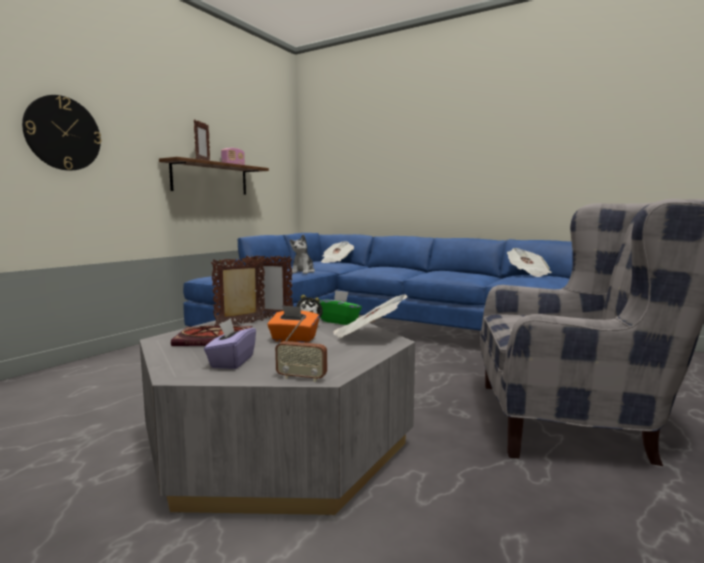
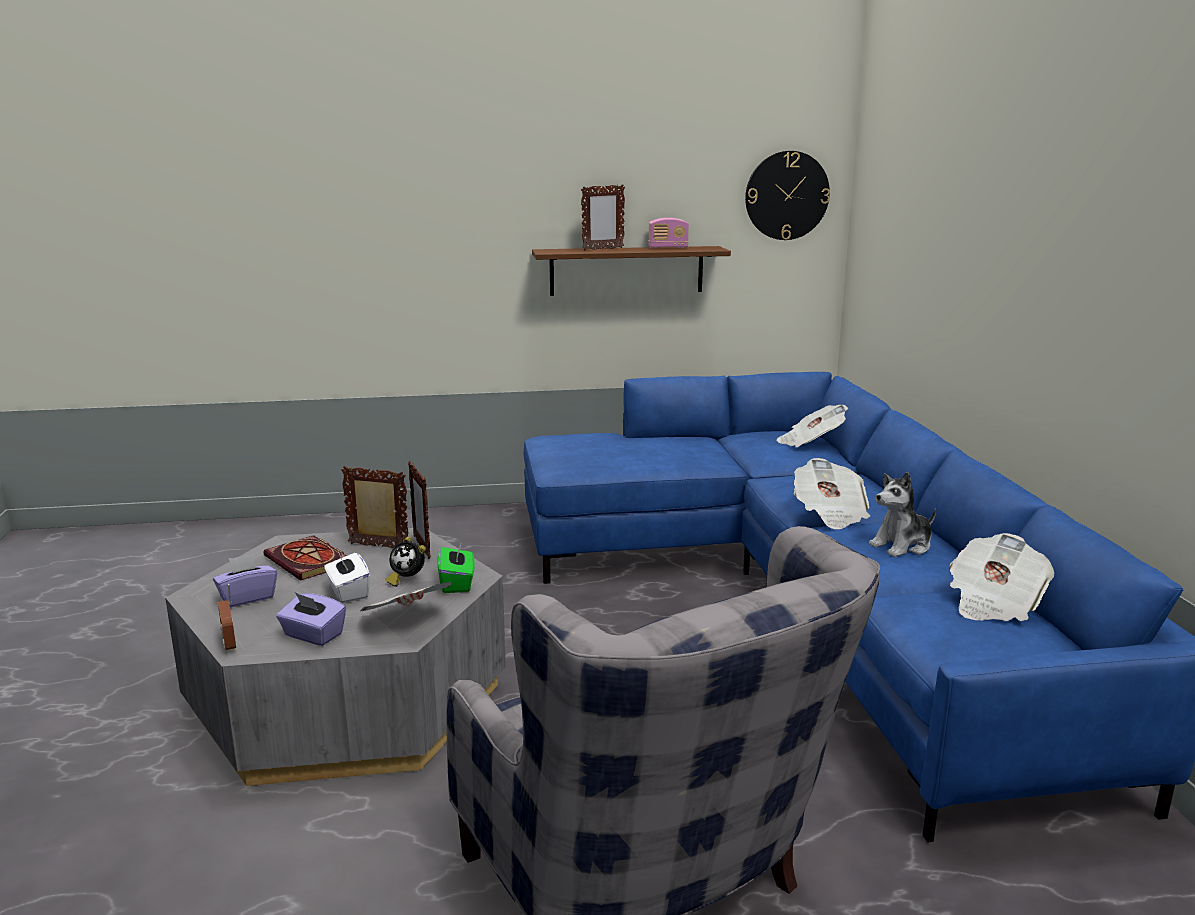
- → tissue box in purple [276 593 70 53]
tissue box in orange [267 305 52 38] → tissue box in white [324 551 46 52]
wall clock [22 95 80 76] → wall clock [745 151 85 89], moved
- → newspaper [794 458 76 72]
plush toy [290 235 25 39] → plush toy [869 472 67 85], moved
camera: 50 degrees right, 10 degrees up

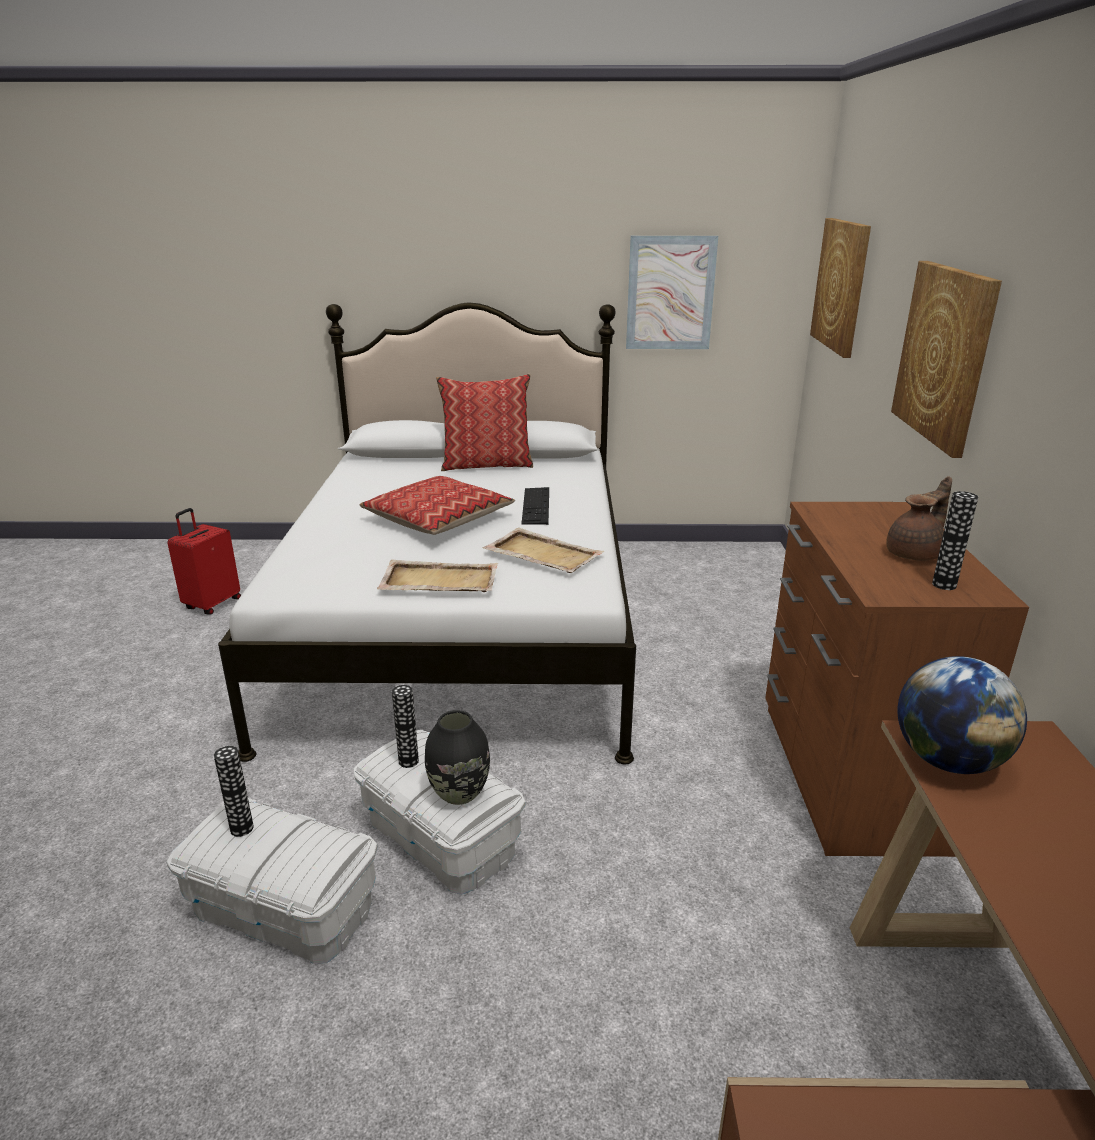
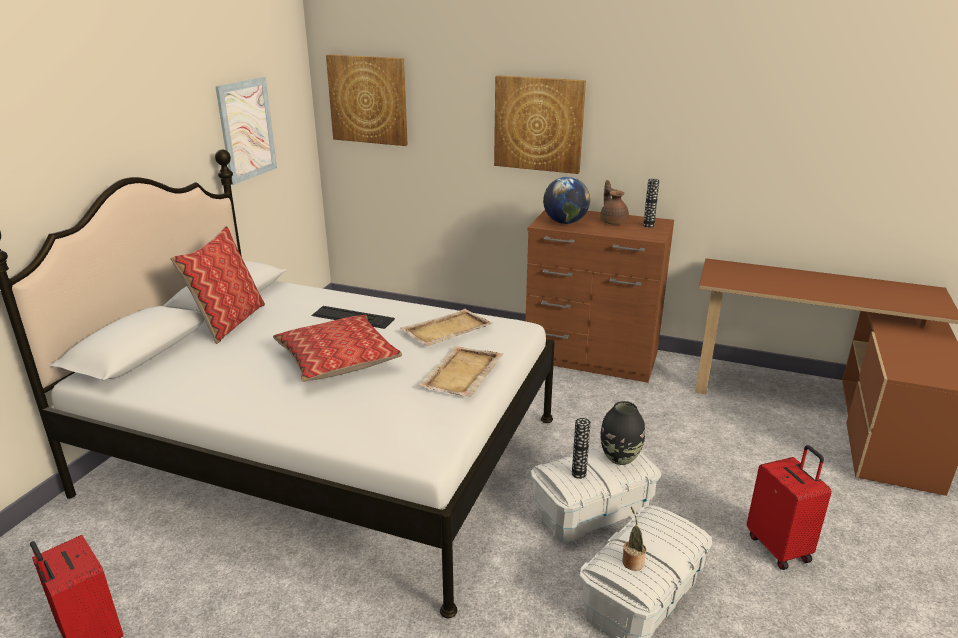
globe [897 656 130 118] → globe [543 177 47 47], moved
vase [214 746 40 91] → potted plant [622 507 24 64]
- → suitcase in red [747 445 84 125]
camera: 70 degrees left, 0 degrees up

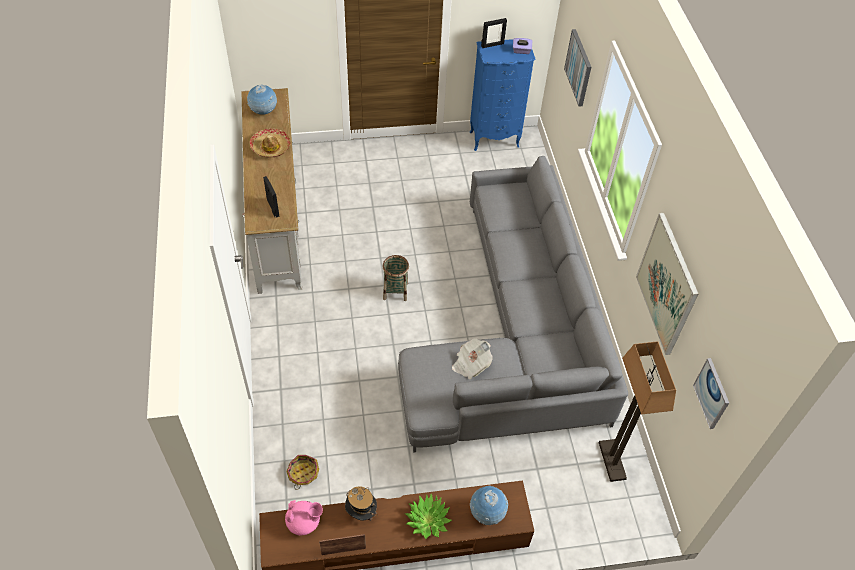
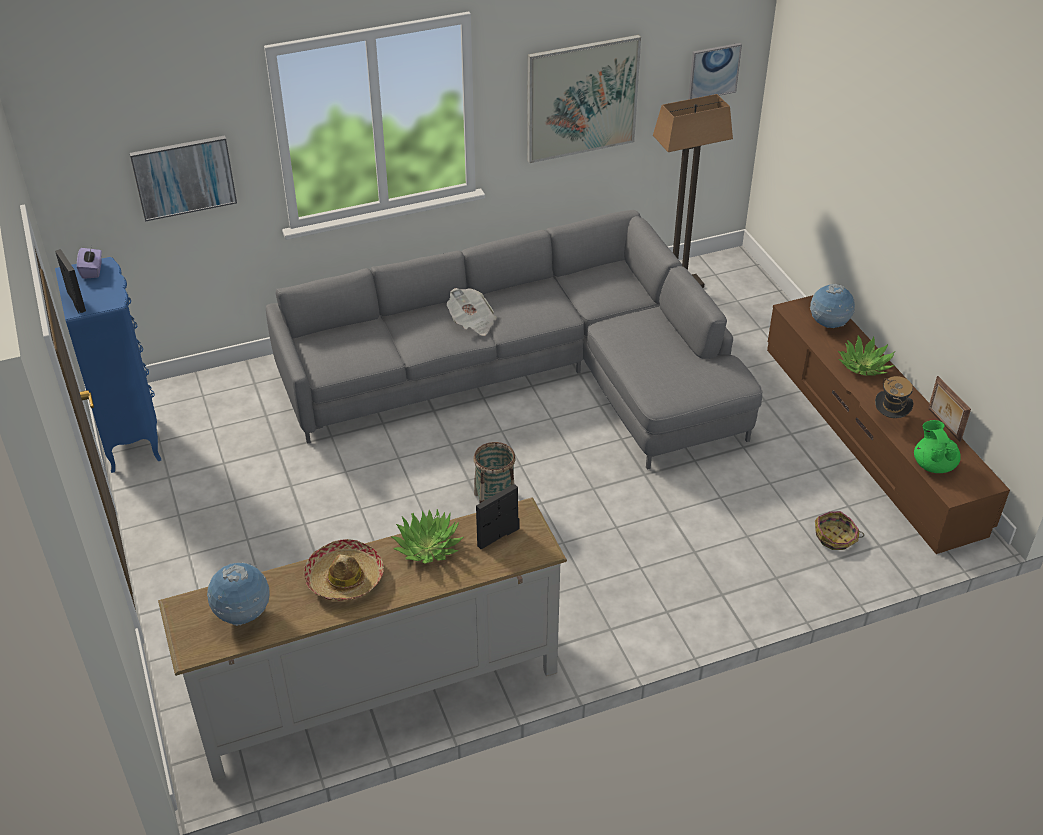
- → potted plant [391 509 73 55]
newspaper [452 338 41 41] → newspaper [447 288 50 48], moved
teapot in pink [285 500 38 36] → teapot in green [914 420 47 53]
camera: 100 degrees left, 10 degrees down

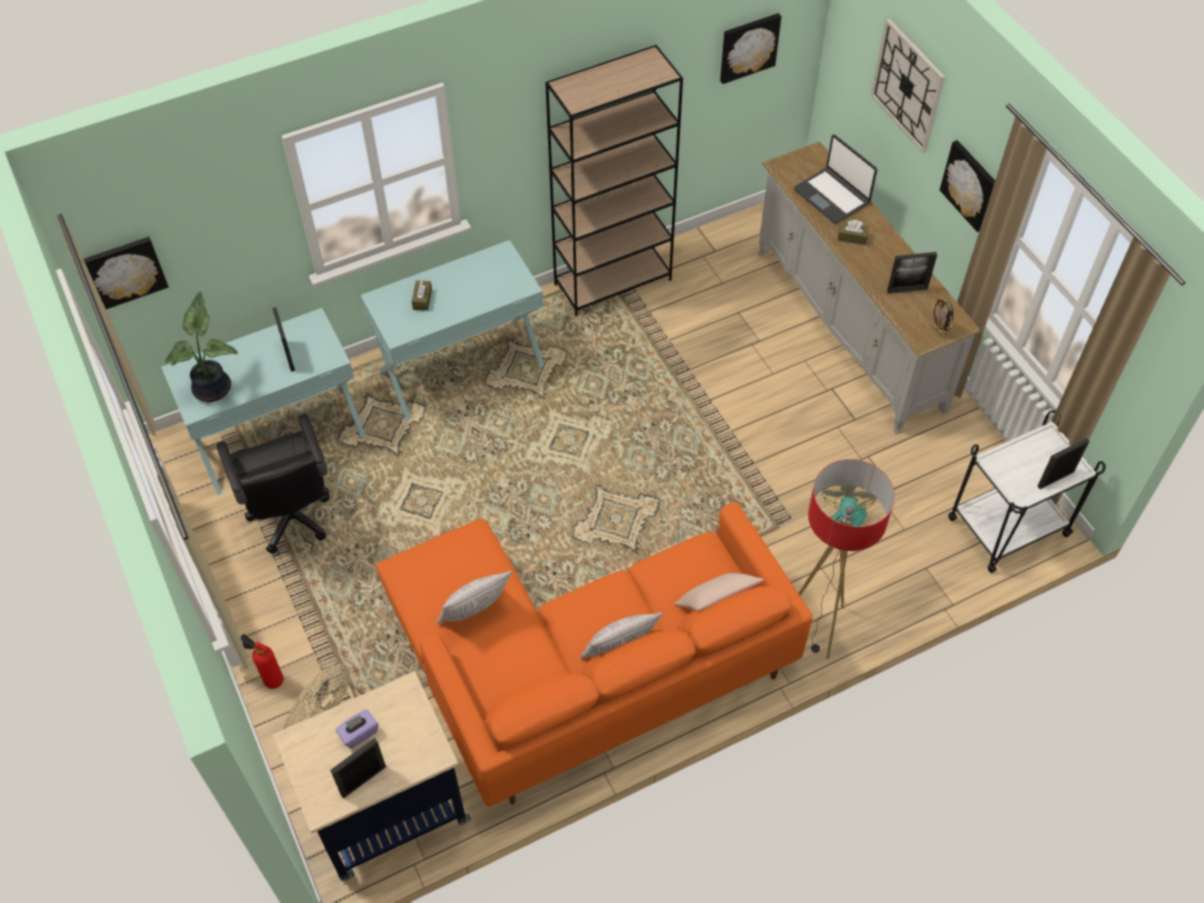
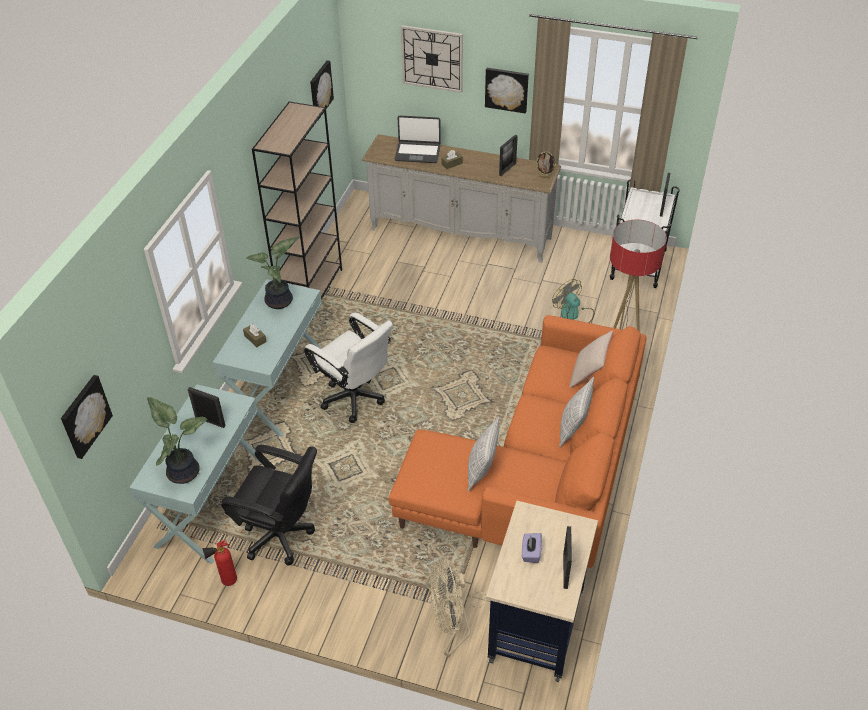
fire extinguisher [240 634 44 55] → fire extinguisher [202 540 35 46], moved
- → potted plant [246 236 55 73]
- → office chair in white [304 313 89 110]
camera: 45 degrees left, 10 degrees down

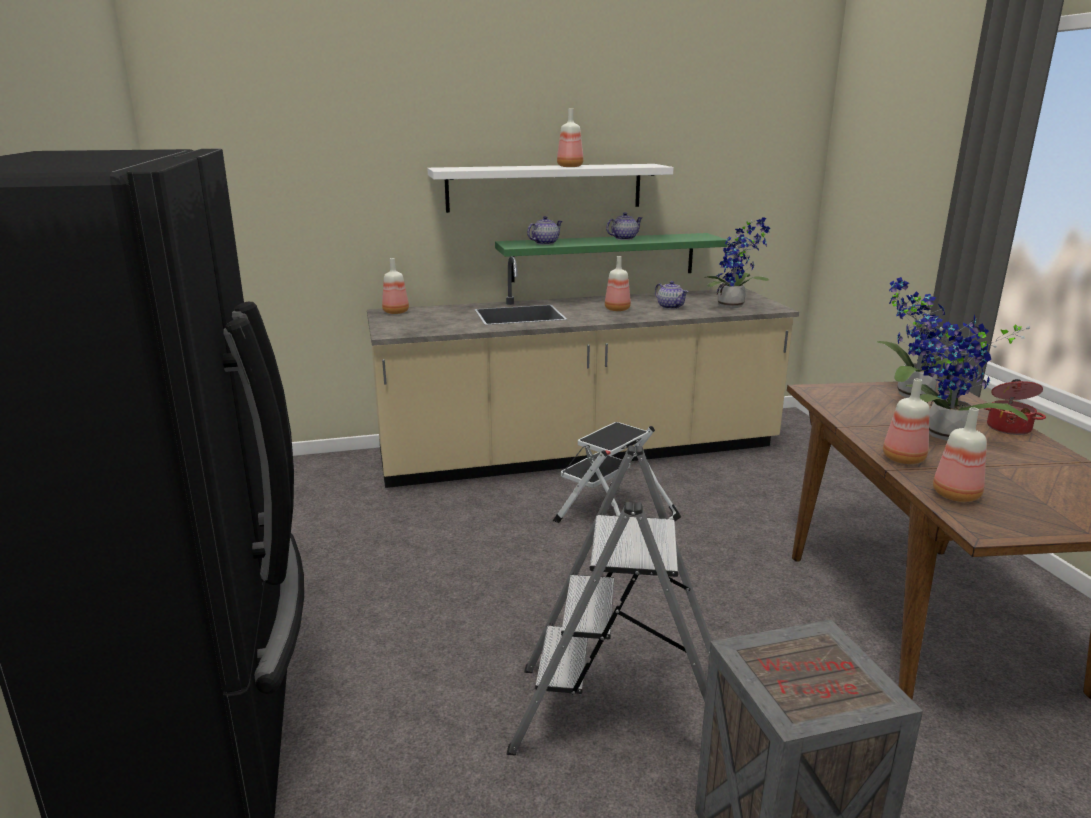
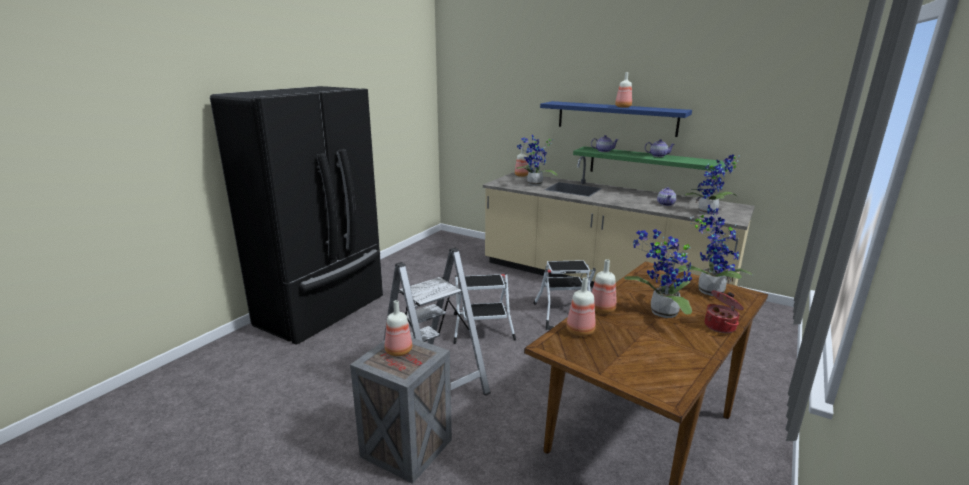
bottle [605 256 26 55] → bottle [385 300 27 56], moved
- → step ladder [453 273 63 71]
- → potted plant [516 134 42 52]
shelf in white [427 164 247 49] → shelf in blue [540 101 152 36]
camera: 45 degrees right, 0 degrees up

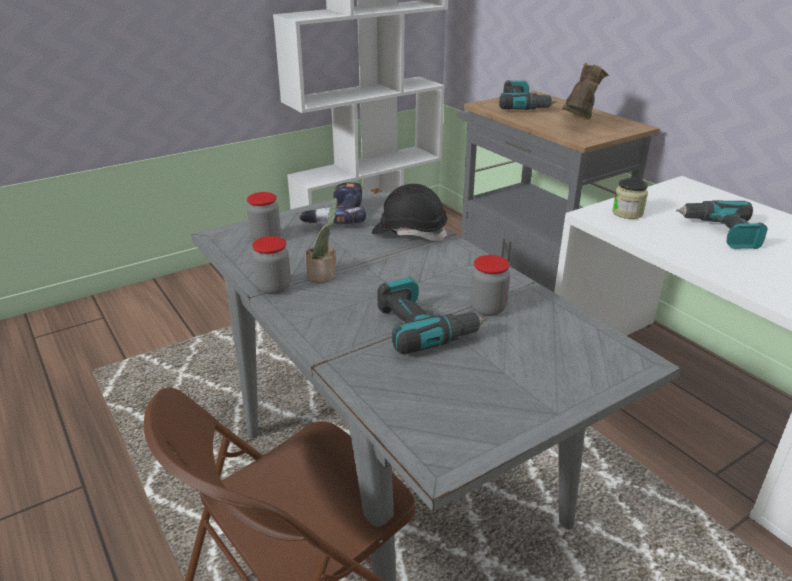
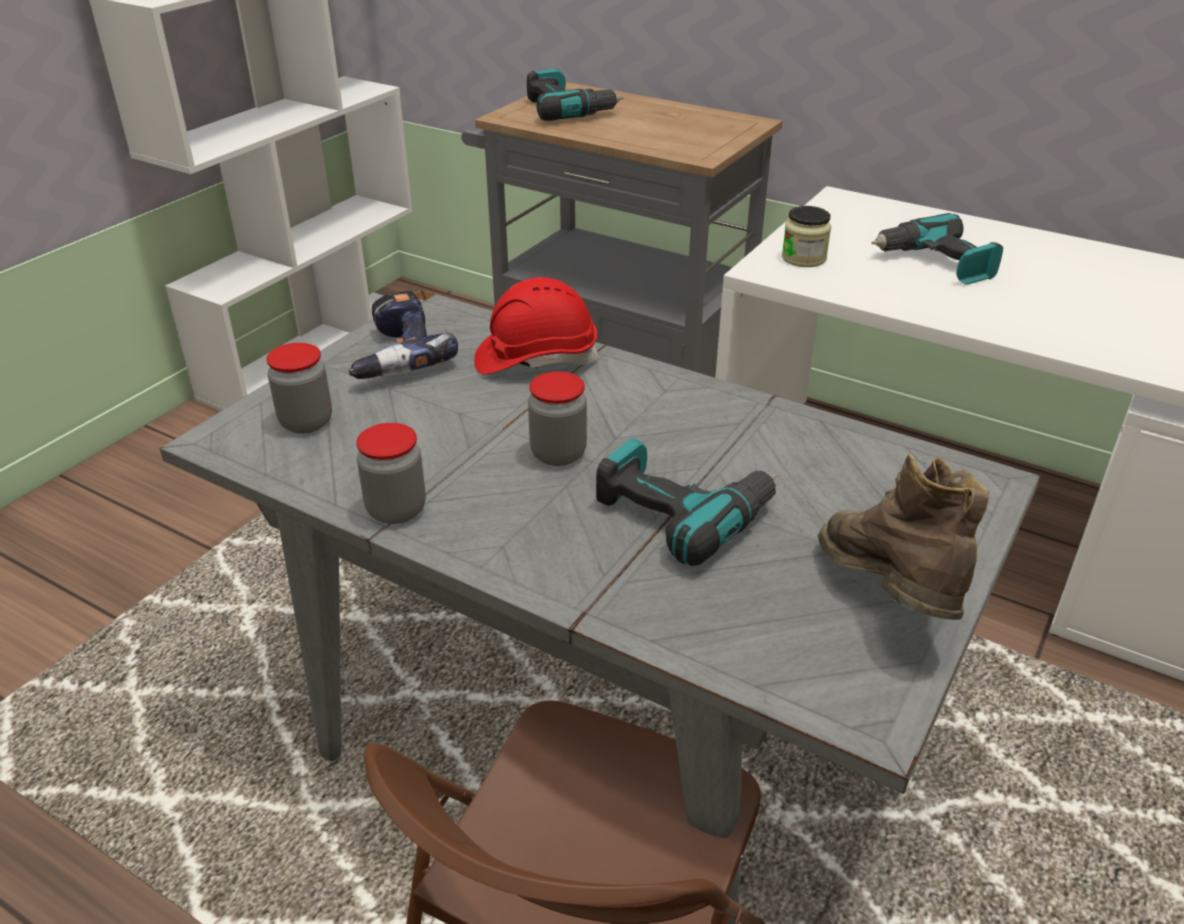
hard hat in black [372 184 76 57] → hard hat in red [474 277 124 97]
jar [470 255 40 61] → jar [528 371 59 95], moved
boot in brown [562 63 47 57] → boot in brown [818 453 171 167], moved
potted plant [305 198 33 85] → -
camera: 25 degrees left, 5 degrees up

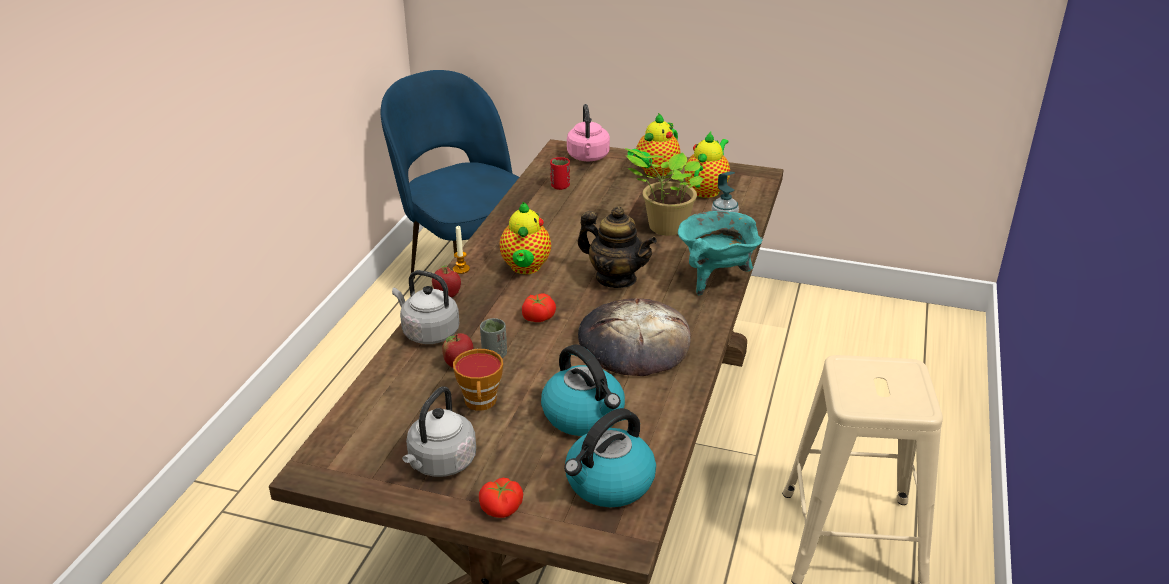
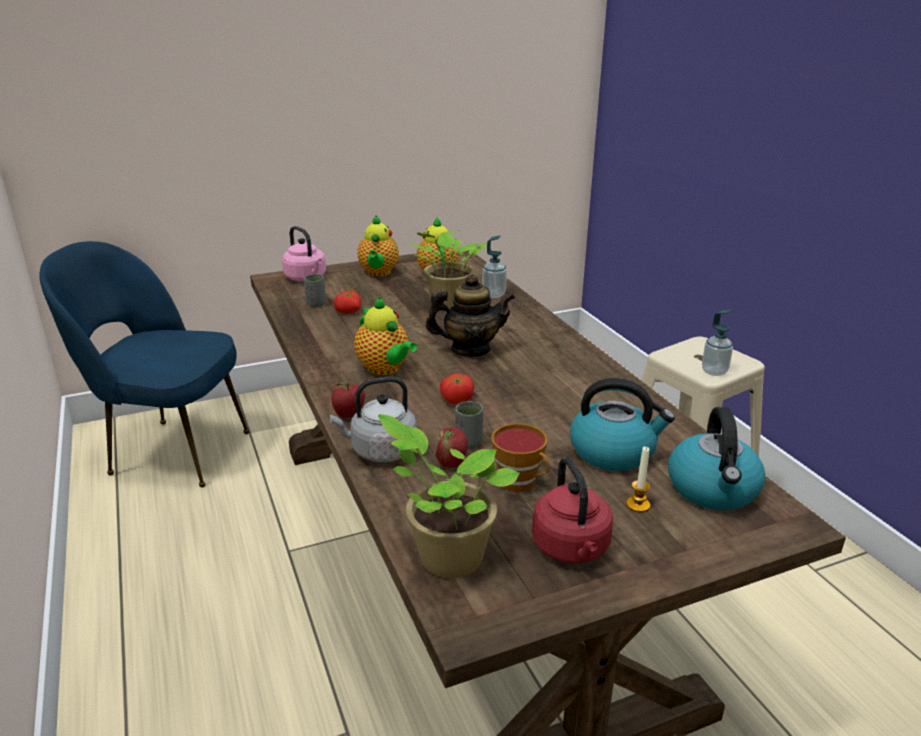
cup in red [550 157 20 33] → cup in grey [304 274 22 33]
tomato [479 478 44 40] → tomato [334 290 27 24], moved
- → potted plant [378 414 142 164]
kettle in grey [402 386 74 91] → kettle in red [532 457 81 106]
candle [453 226 17 48] → candle [626 446 24 66], moved
- → soap dispenser [702 310 31 66]
bread [578 298 113 78] → -
cooking pot in turquoise [678 211 85 84] → -
camera: 40 degrees left, 5 degrees down

